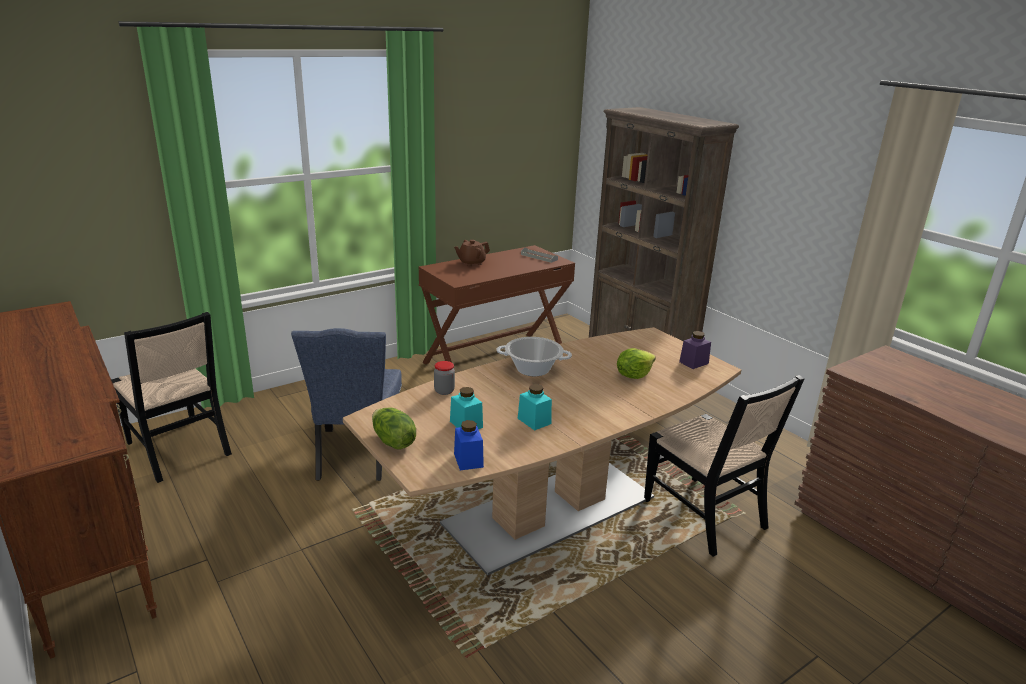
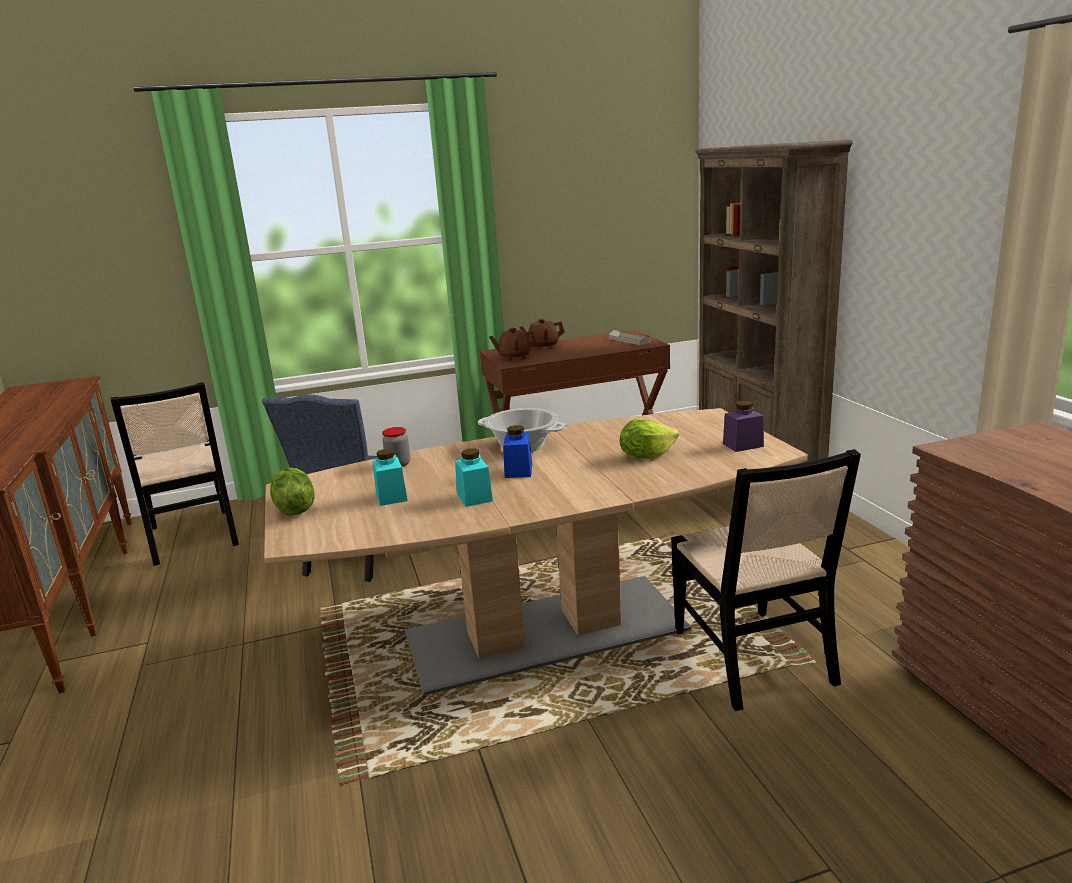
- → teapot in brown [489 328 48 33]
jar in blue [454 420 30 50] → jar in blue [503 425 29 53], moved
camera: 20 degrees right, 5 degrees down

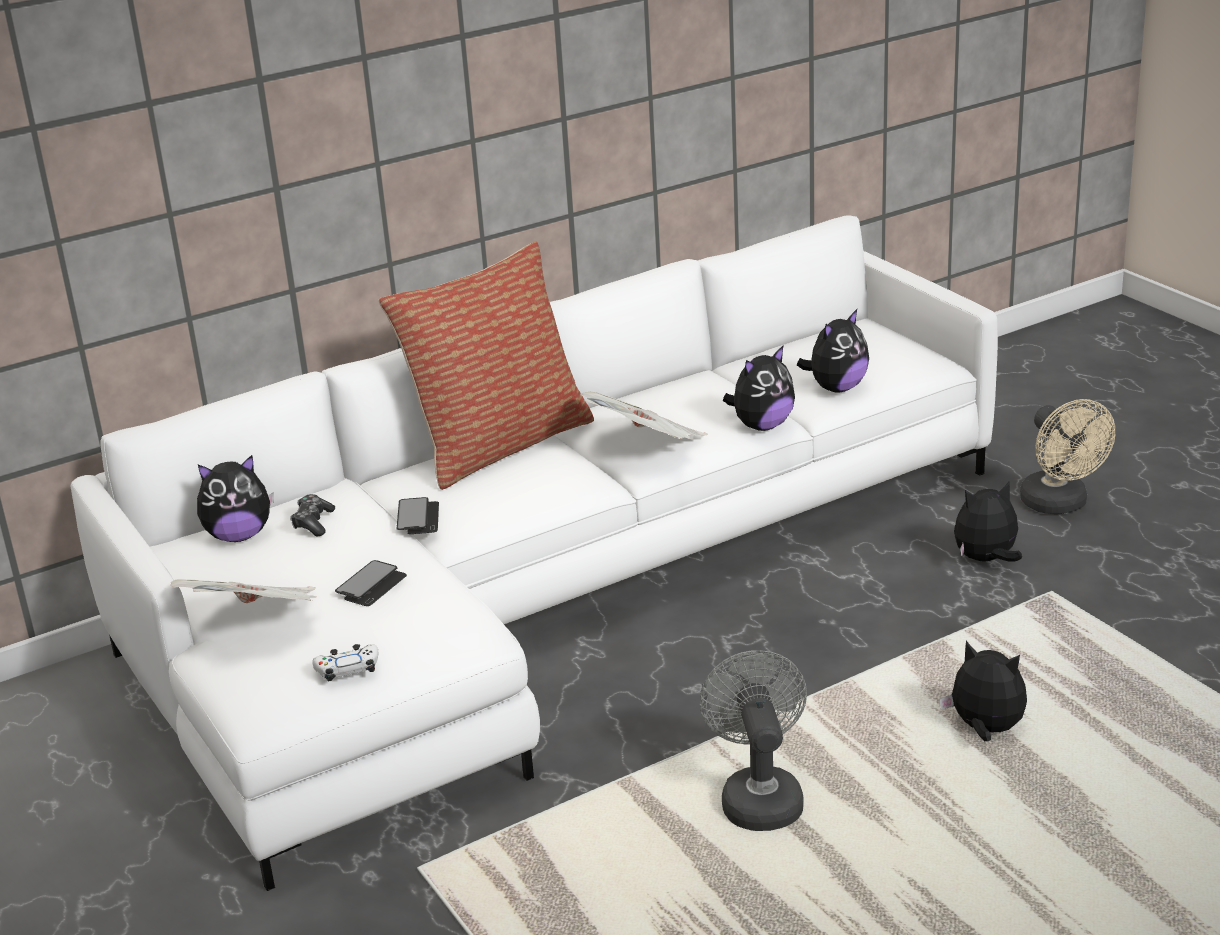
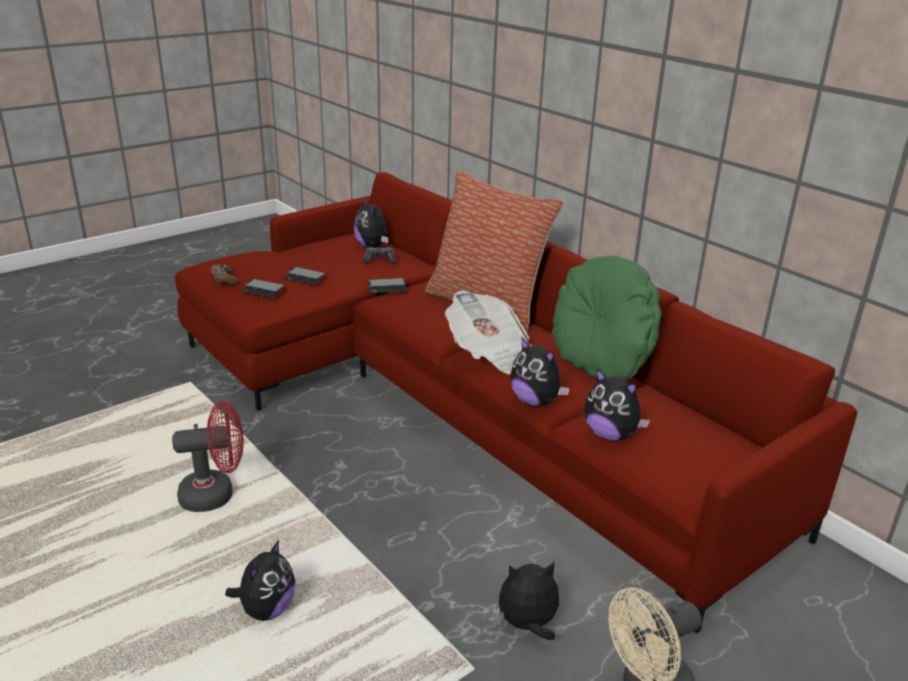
fan in grey [700 650 107 181] → fan in red [172 401 72 111]
sofa in white [71 216 927 675] → sofa in red [175 172 682 462]
game controller in white [312 644 66 37] → game controller in brown [210 264 28 20]
- → phone [241 279 44 19]
plush toy [954 482 68 80] → plush toy [497 561 62 79], 75 degrees counterclockwise
- → pillow in green [552 255 109 124]
newspaper [170 579 146 24] → -
camera: 80 degrees right, 0 degrees up

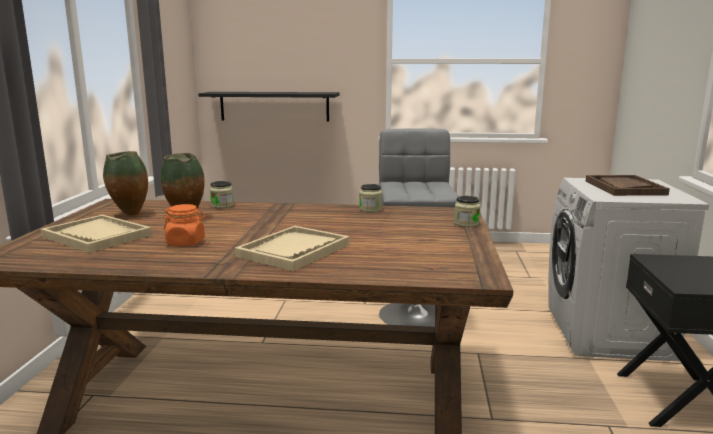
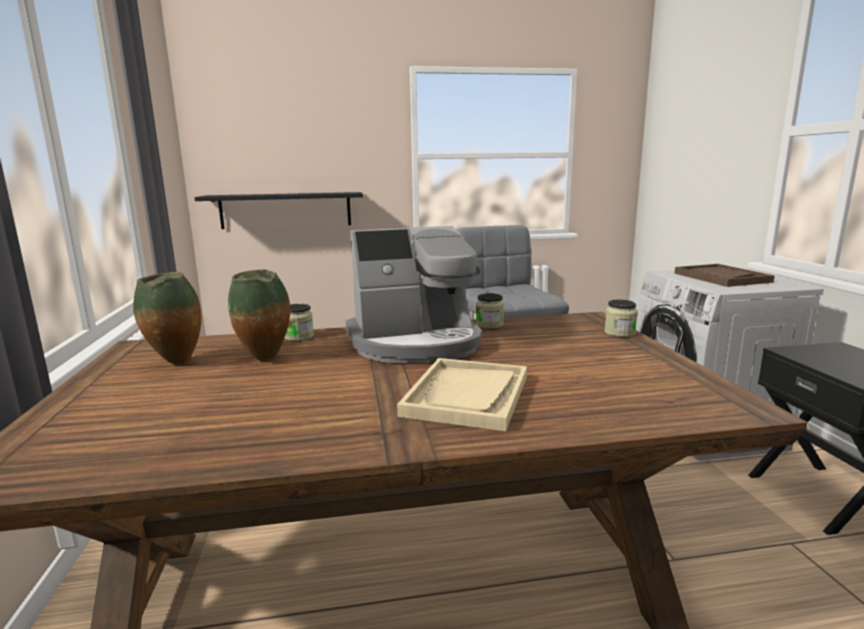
- → coffee machine [346 226 136 138]
tray in beige [41 215 110 38] → -
jar in orange [164 204 41 42] → -
camera: 15 degrees left, 0 degrees up

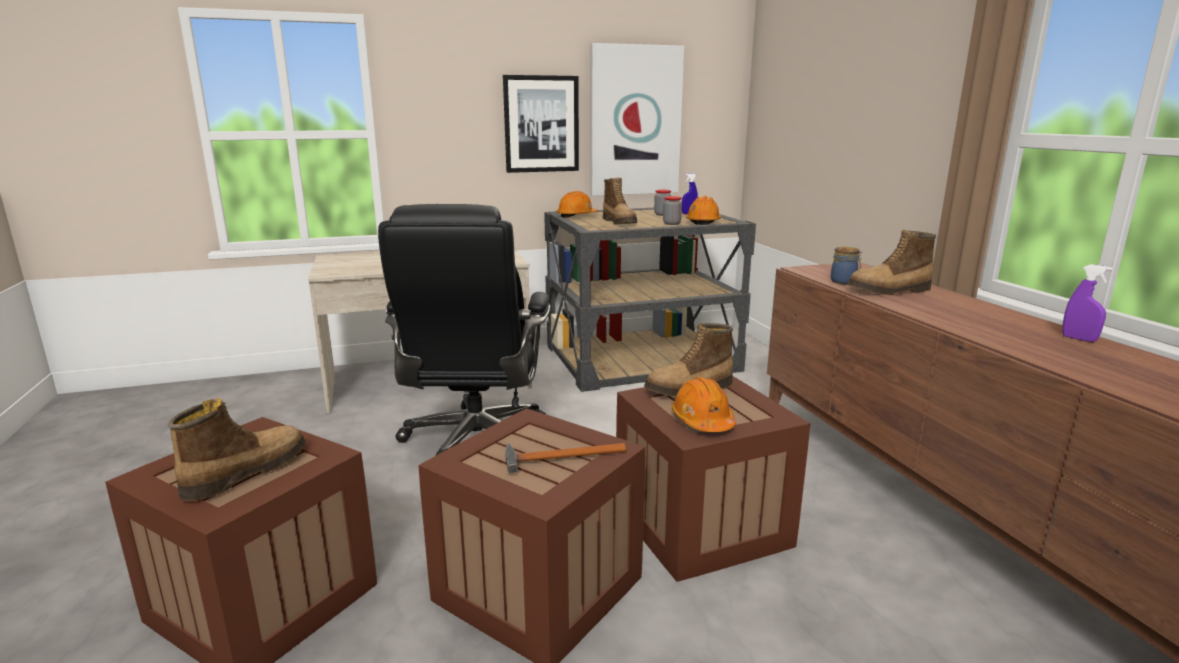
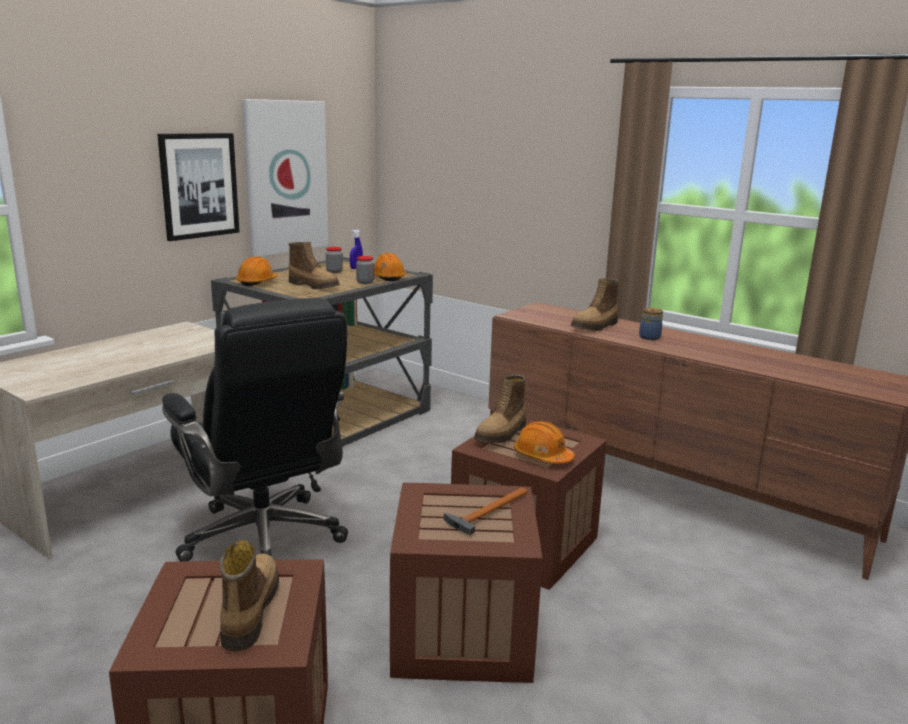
jar [831 247 32 38] → jar [639 308 24 32], moved
spray bottle in purple [1062 264 51 78] → -
camera: 35 degrees left, 0 degrees up

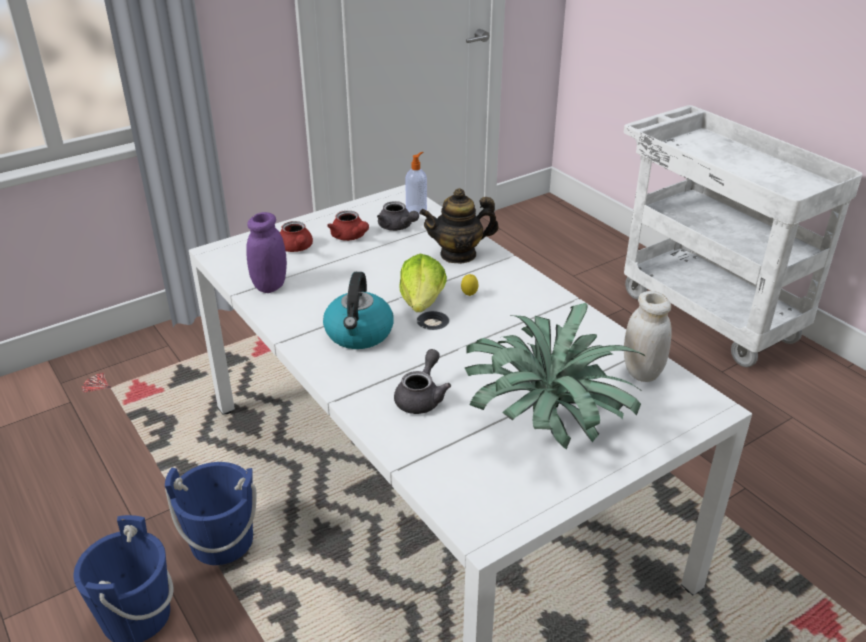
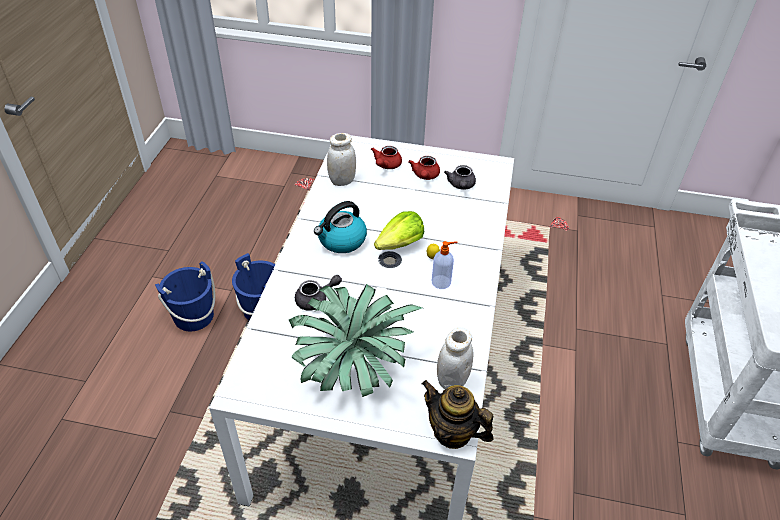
jar in purple [246 212 41 81] → jar in white [327 133 29 53]
teapot [420 188 79 76] → teapot [422 380 72 69], moved
soap dispenser [405 152 22 63] → soap dispenser [432 241 26 48], moved
camera: 45 degrees right, 10 degrees up

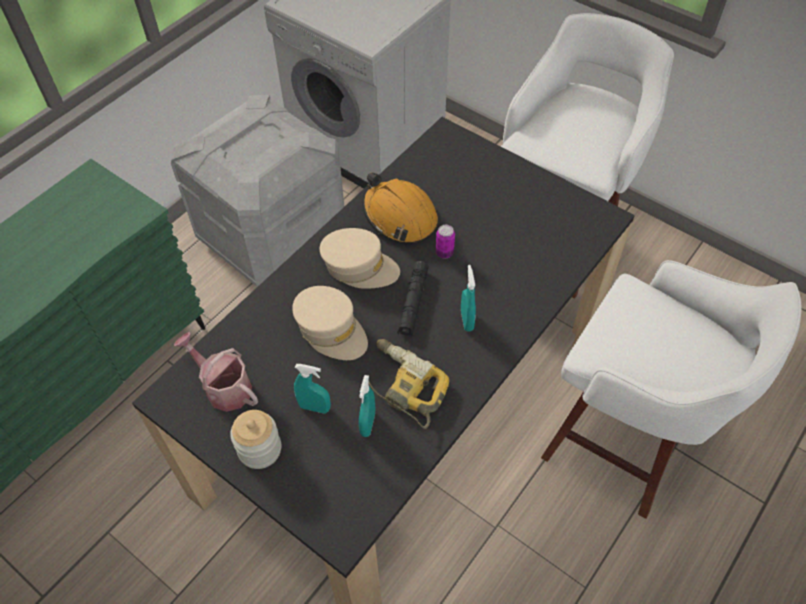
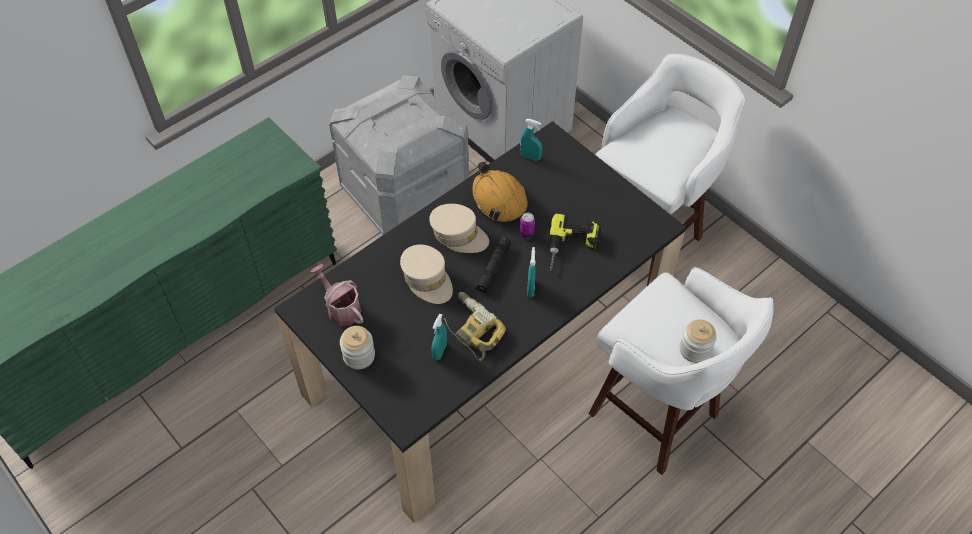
spray bottle in turquoise [294 364 37 49] → spray bottle in turquoise [520 119 23 42], moved
- → power drill [550 213 51 57]
- → jar [680 319 37 44]
camera: 10 degrees right, 0 degrees up

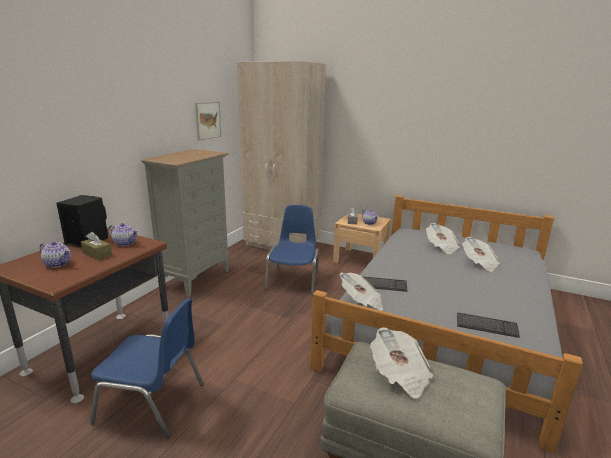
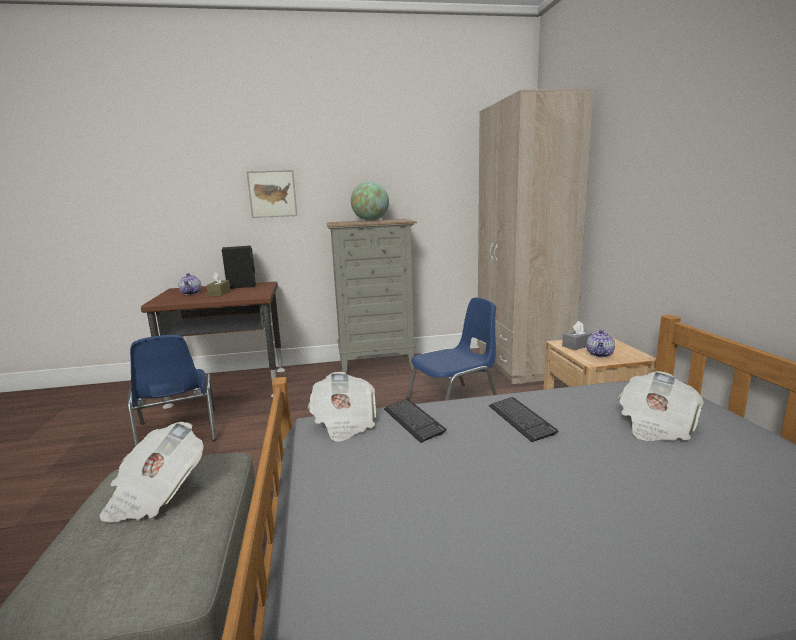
picture [195 102 26 39] → picture [246 170 51 48], moved
- → globe [351 181 38 40]
keyboard [457 313 63 25] → keyboard [489 397 70 45], moved
teapot [108 223 30 23] → -
newspaper [462 237 38 35] → -
camera: 55 degrees right, 5 degrees down

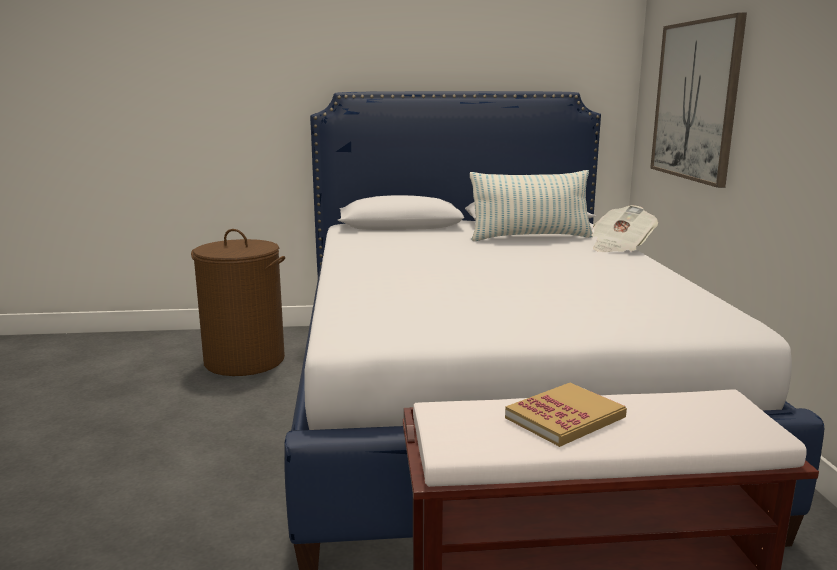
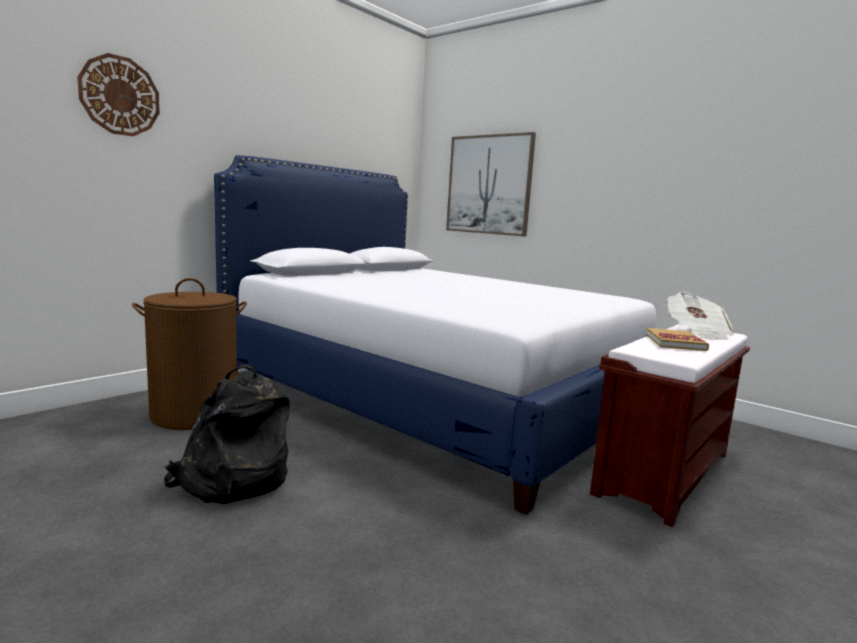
- → wall clock [77 53 83 83]
- → backpack in black [164 364 126 140]
newspaper [591 205 67 47] → newspaper [667 292 67 48], moved
pillow [470 170 123 71] → -
camera: 45 degrees left, 5 degrees down

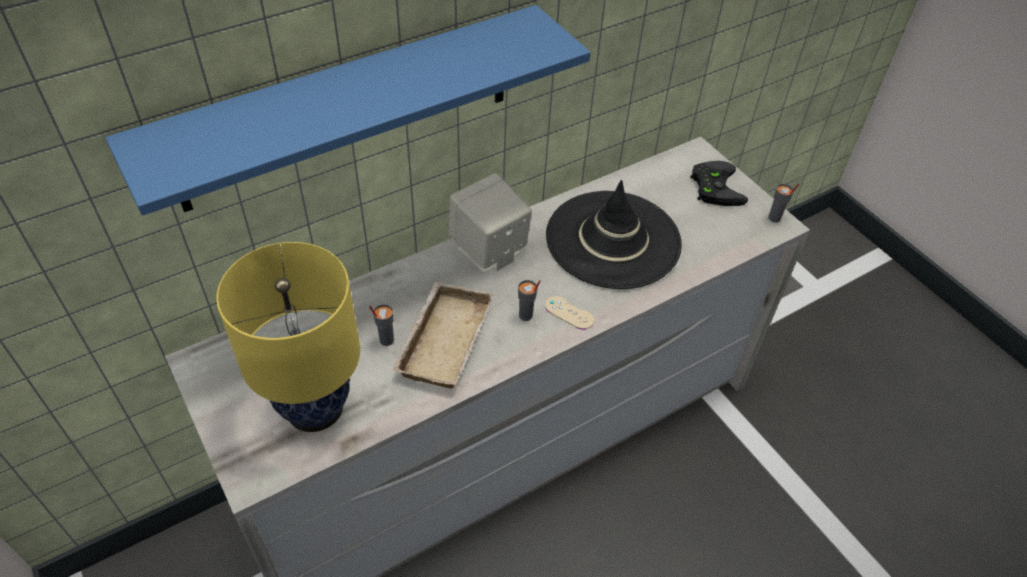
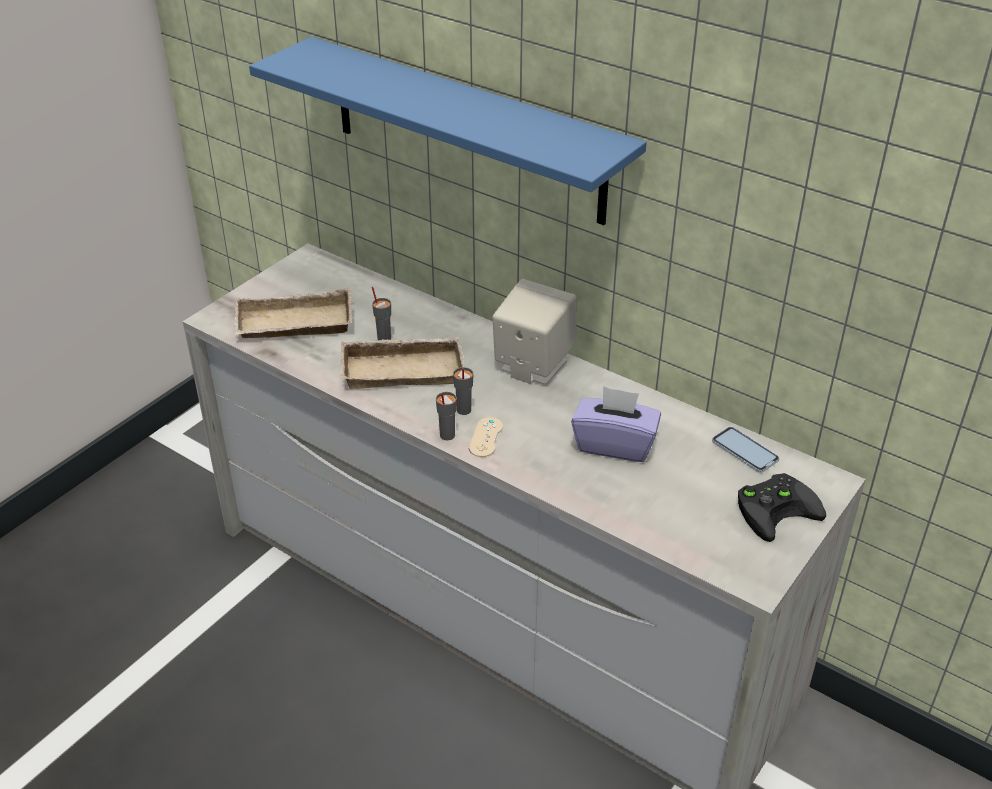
table lamp in yellow [217 242 143 190] → tray in beige [233 288 119 50]
cup in grey [768 184 31 39] → cup in grey [436 392 21 48], moved
hat in black [546 180 136 109] → tissue box in purple [571 386 90 76]
- → phone [712 427 67 46]
camera: 70 degrees right, 10 degrees down

